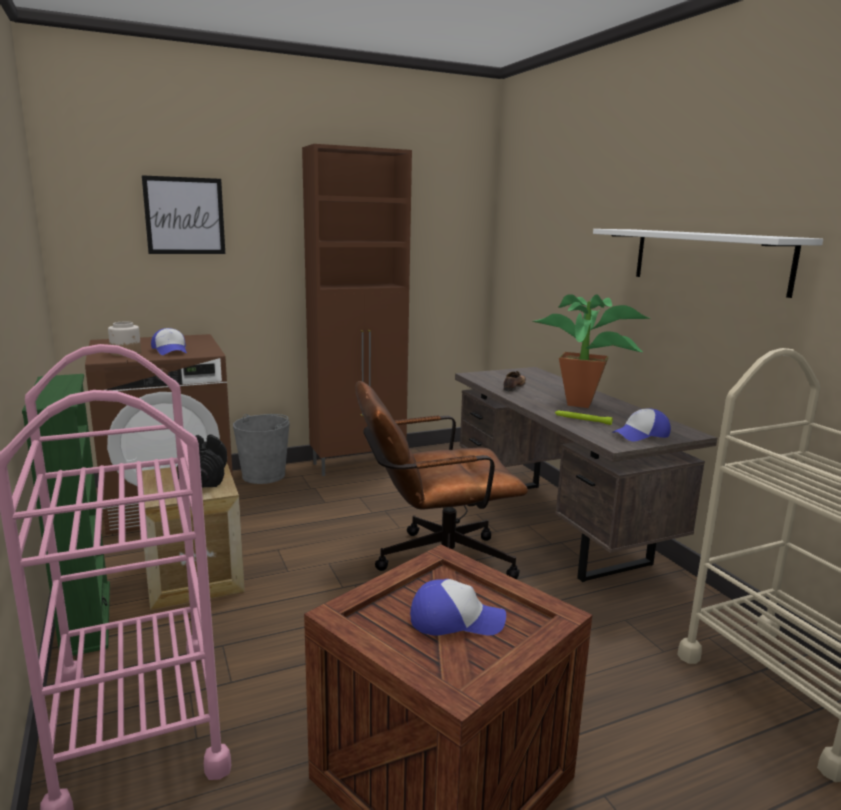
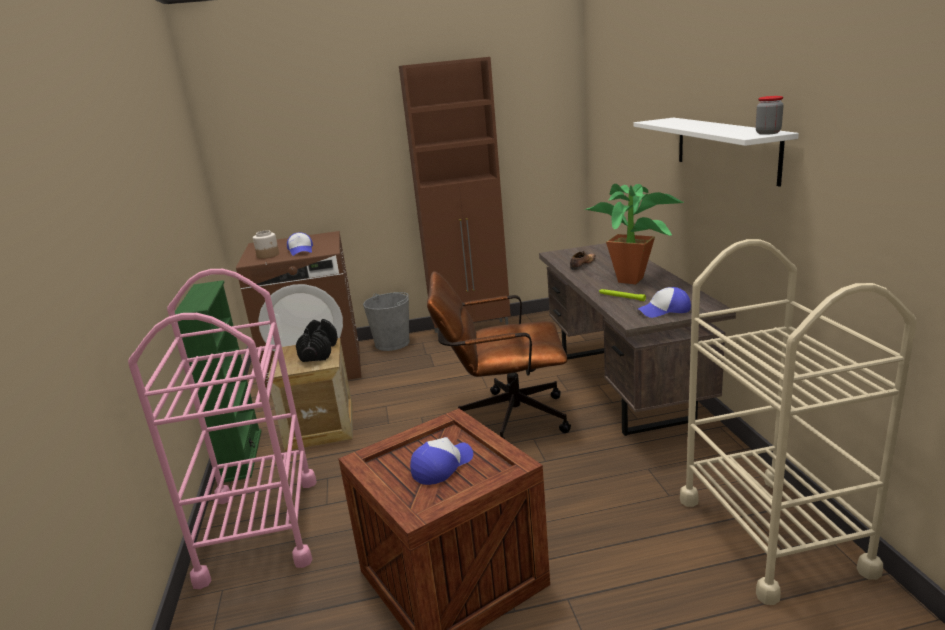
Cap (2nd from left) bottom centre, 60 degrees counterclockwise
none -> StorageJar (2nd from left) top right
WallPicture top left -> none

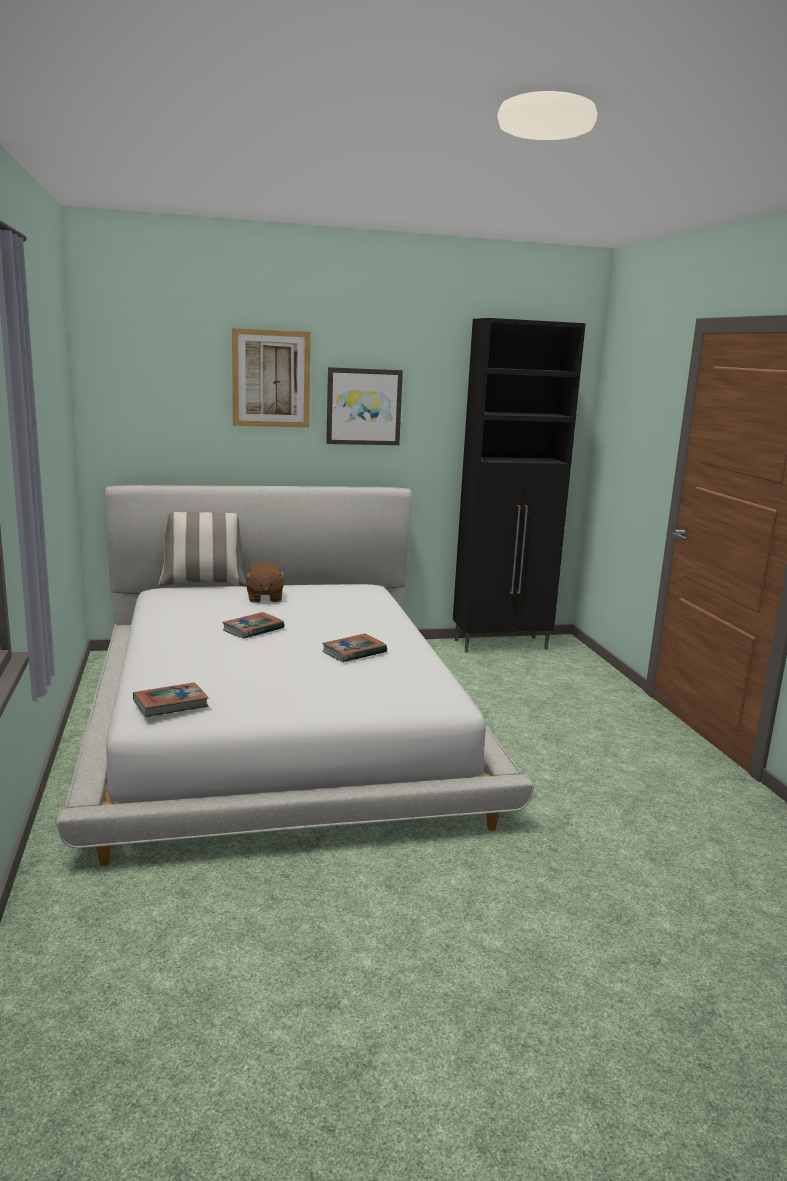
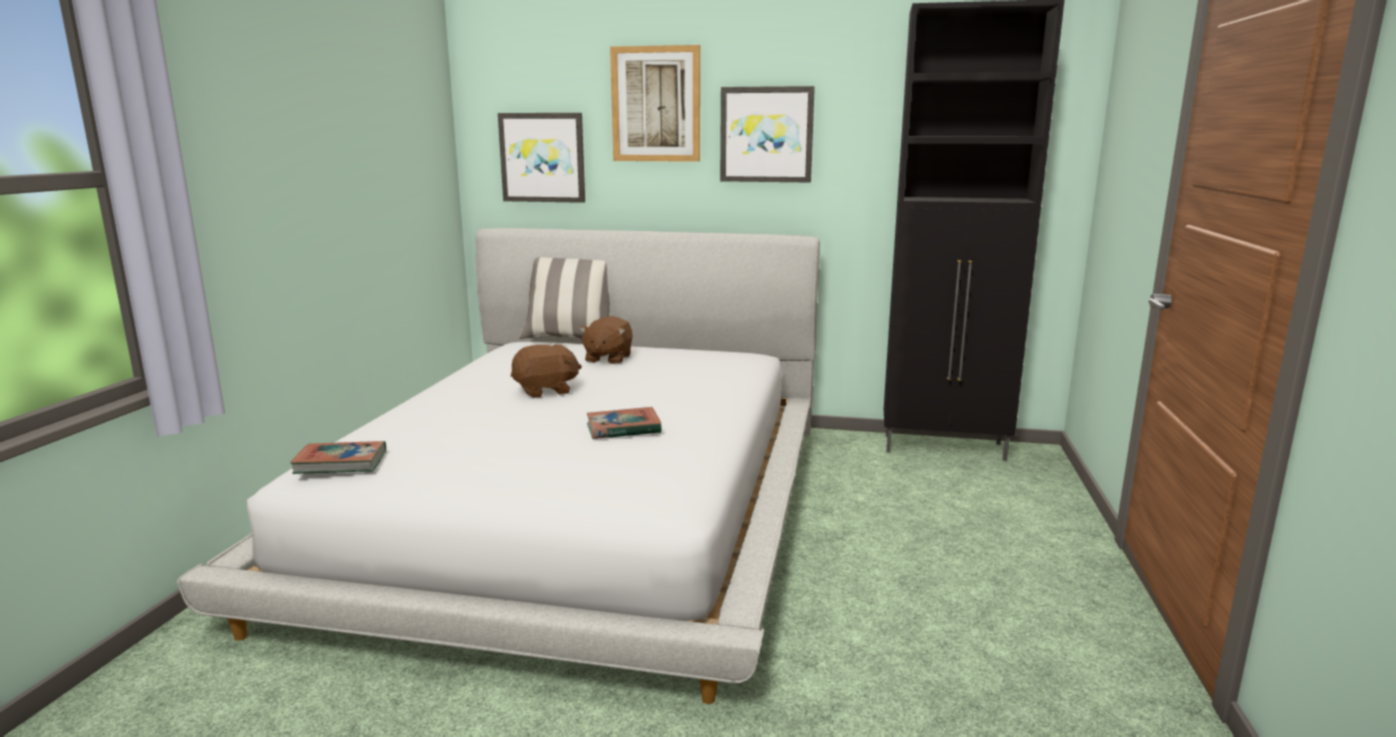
none -> WallPicture (1st from left) top centre
Book (2nd from left) middle left -> BrownishCuddlyToy (1st from left) centre

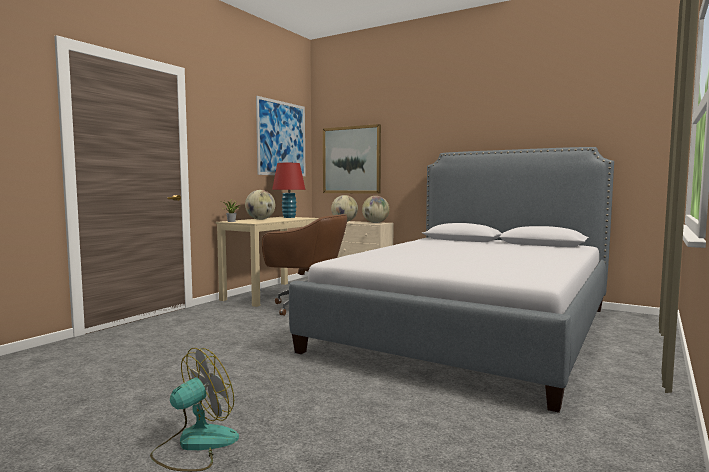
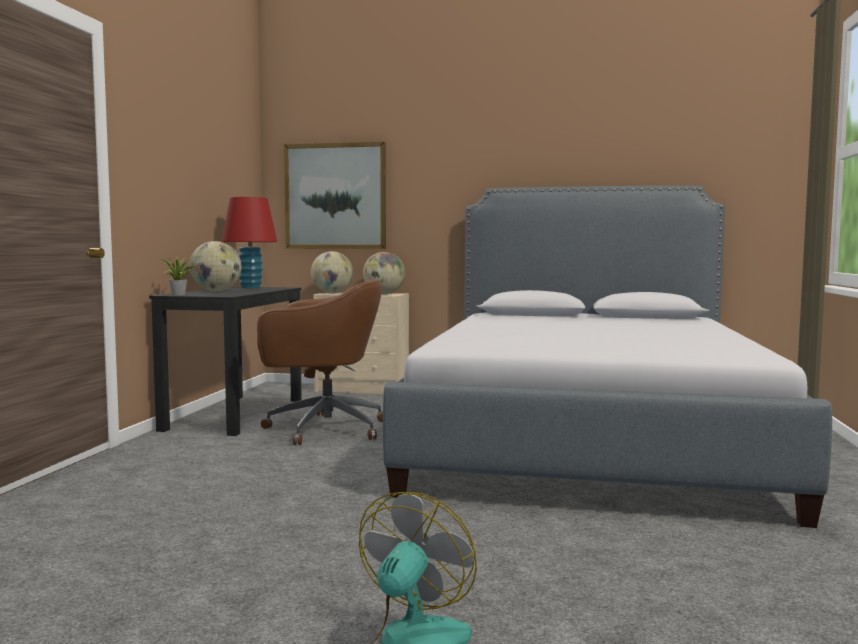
BeigeColouredDesk centre -> BlackColouredDesk middle left
WallPicture (1st from left) top centre -> none

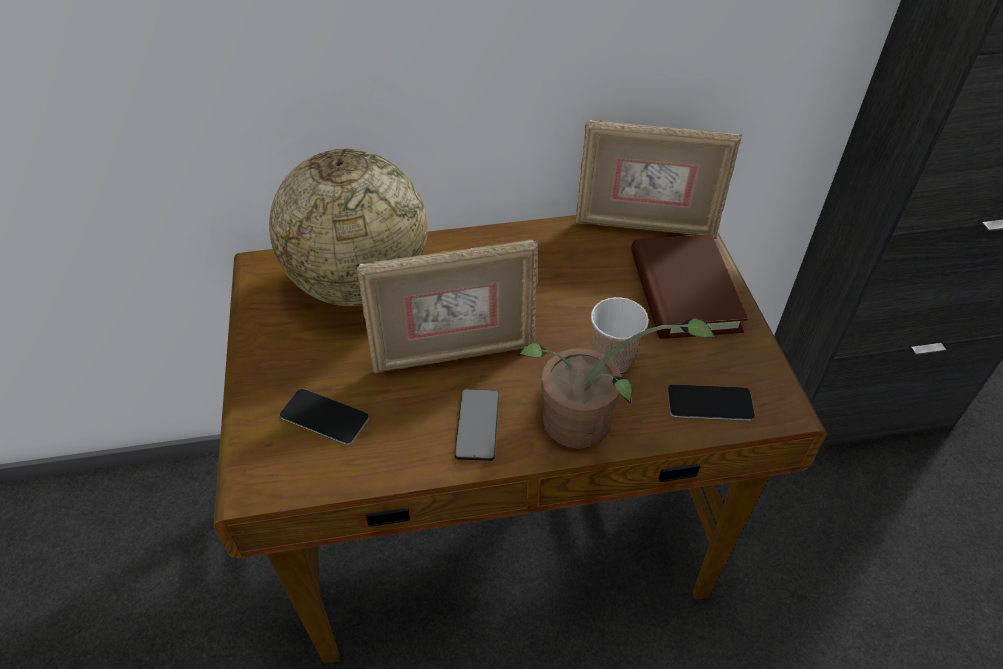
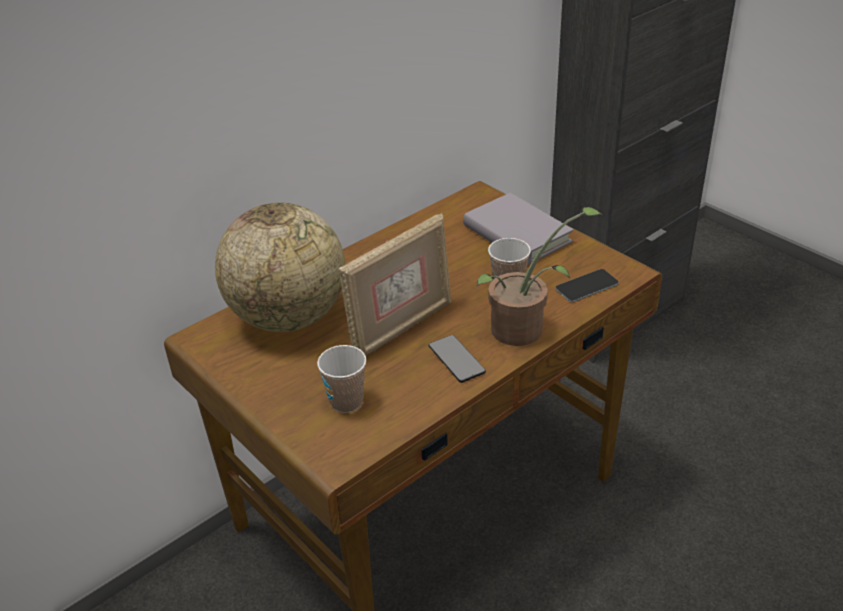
Telephone (1st from left) middle left -> SmallCup (1st from left) centre
BrownishBook middle right -> GreyishBook centre
PictureFrame (2nd from left) top centre -> none

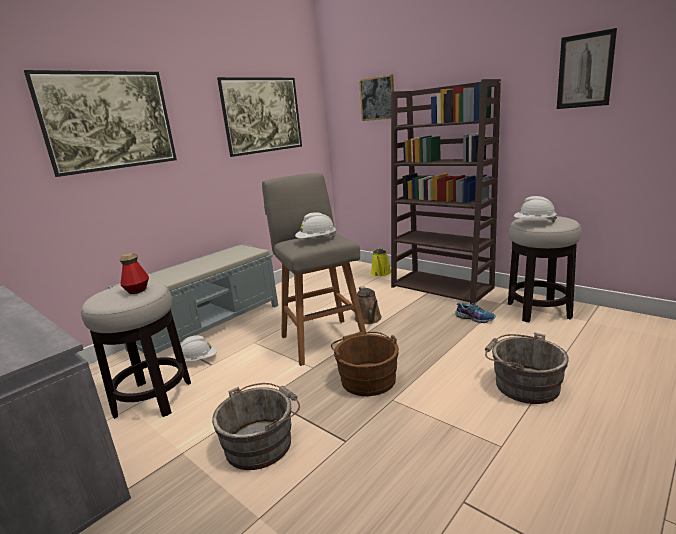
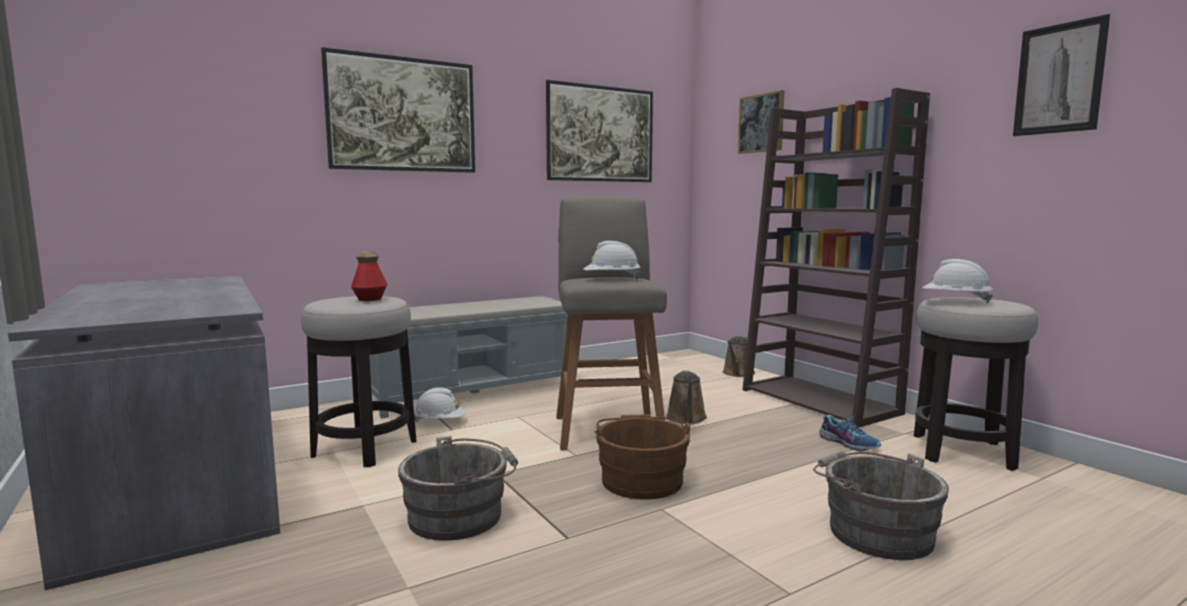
YellowColouredWateringPot centre -> BrownishWateringPot (2nd from left) centre

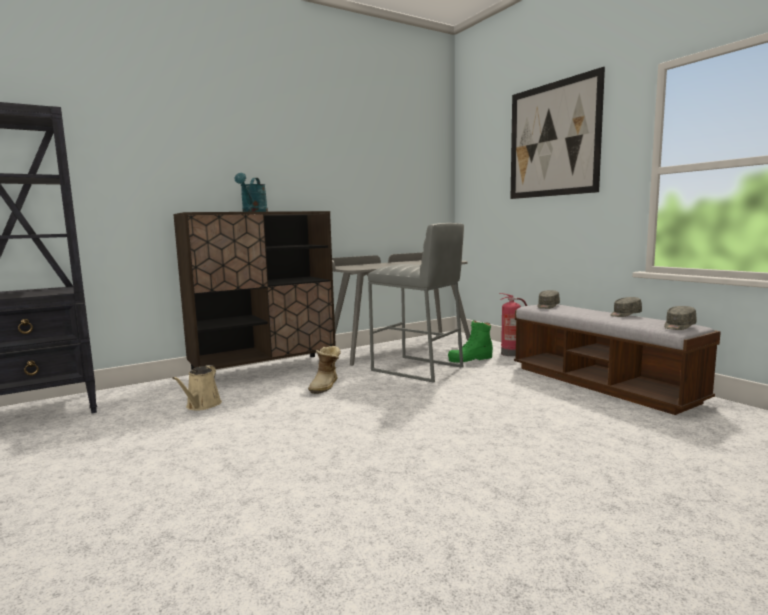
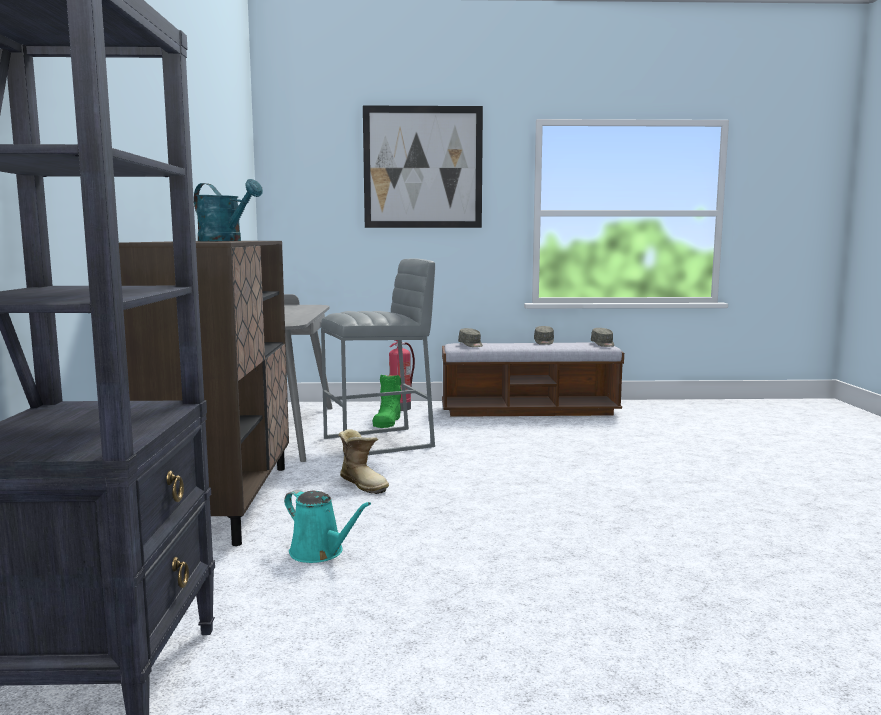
BeigeColouredWateringPot middle left -> BlueGreenWateringPot (2nd from left) bottom centre

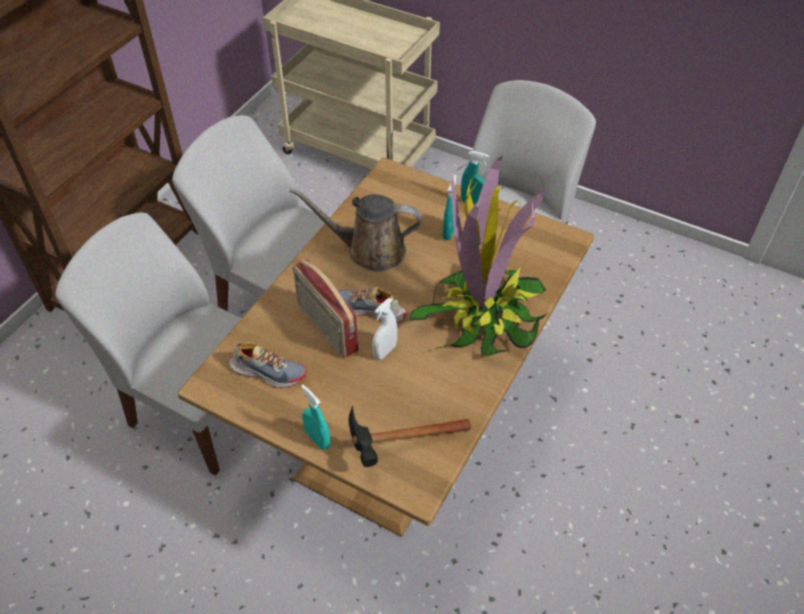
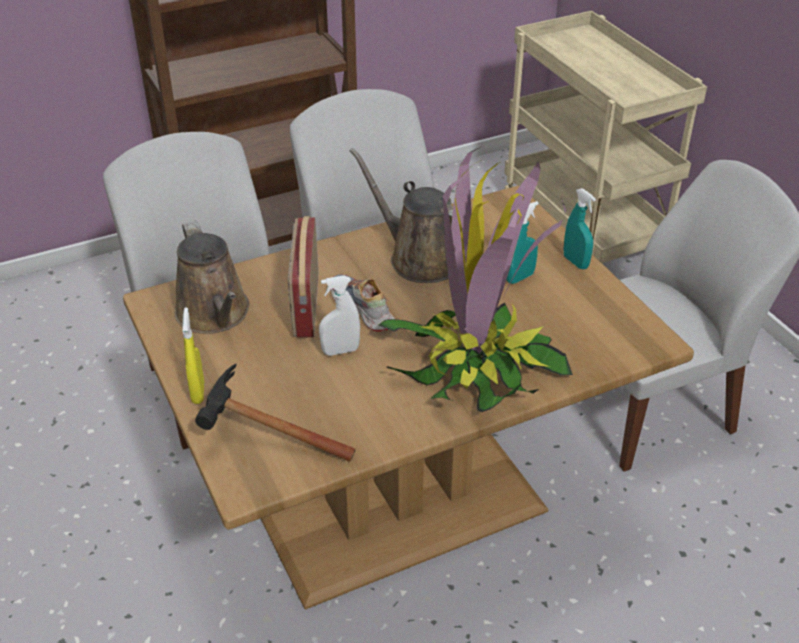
ItemOfFootwear (1st from left) centre -> BrownishWateringPot (1st from left) middle left
BlueGreenHandSprayer (1st from left) bottom centre -> YellowColouredHandSprayer middle left

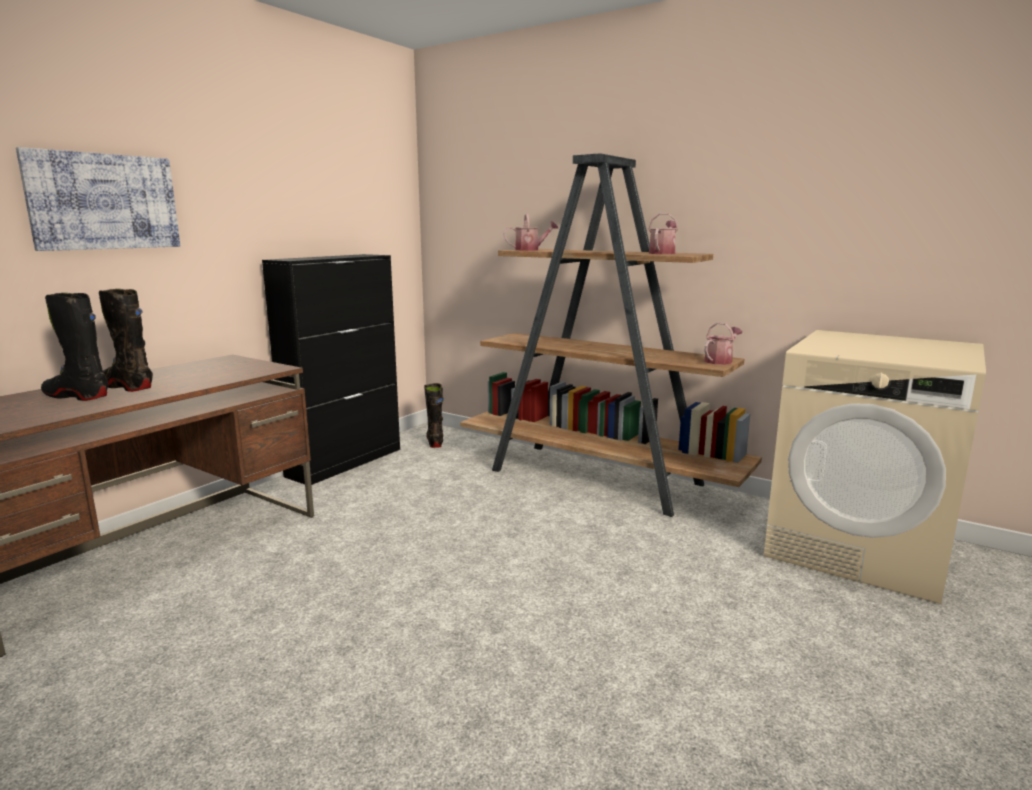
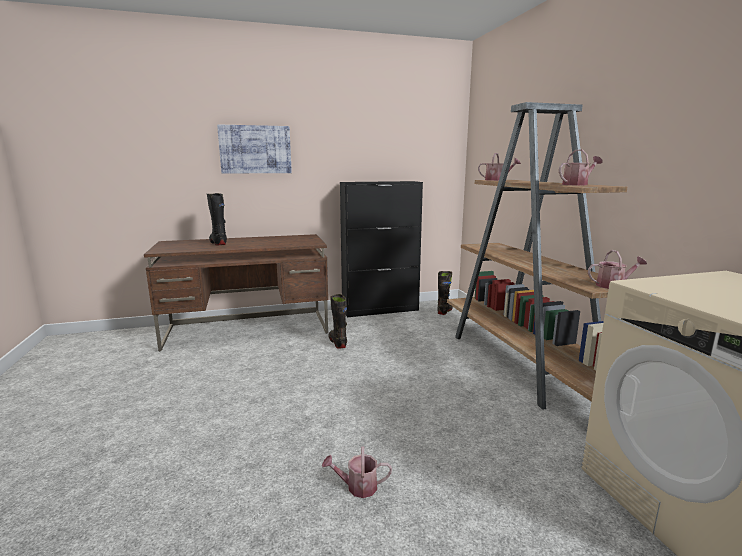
none -> WateringPot (1st from left) bottom centre
BlackColouredBoot (2nd from left) middle left -> BlackColouredBoot (2nd from left) centre, move

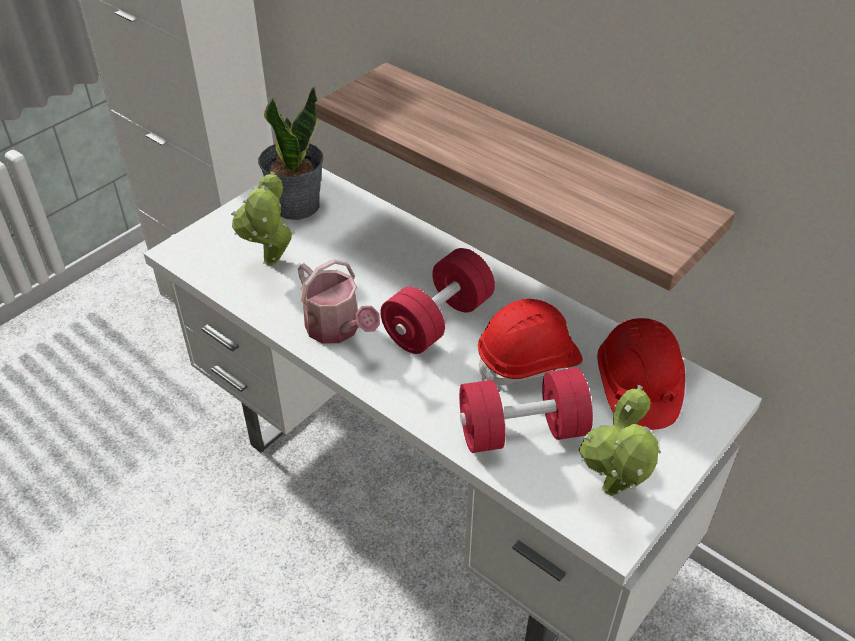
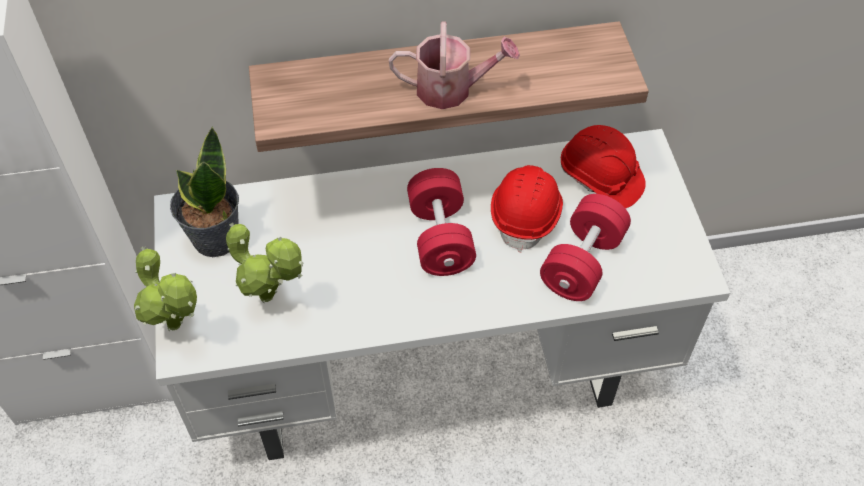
PlantInAPot (3rd from left in the first image) bottom right -> PlantInAPot (1st from left) middle left, move
WateringPot centre -> WateringPot top centre, move

